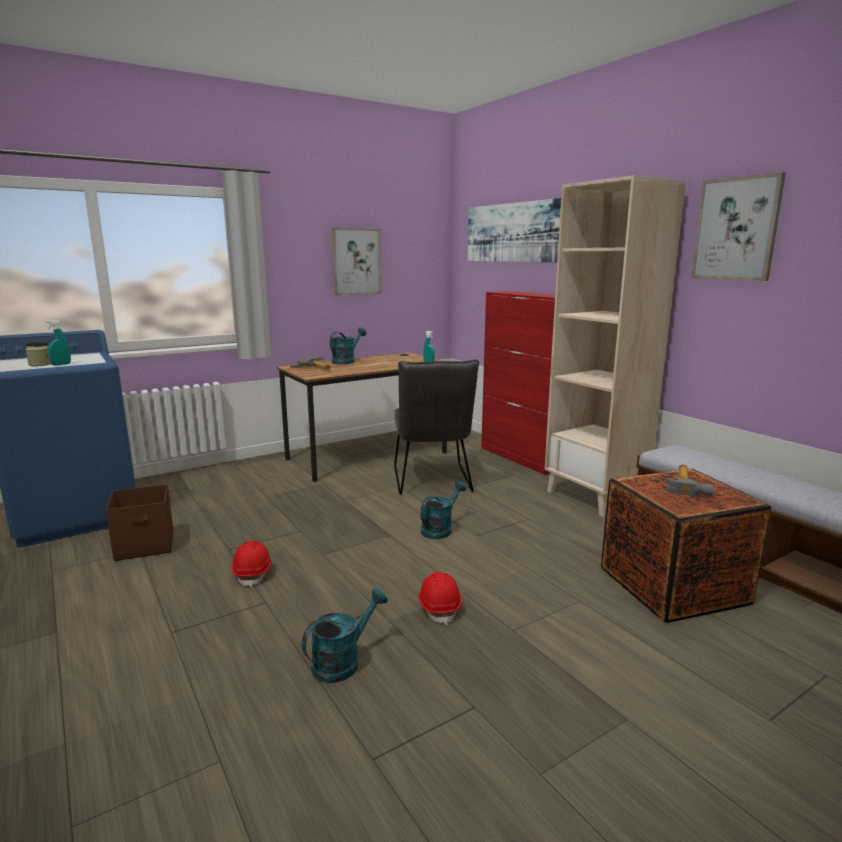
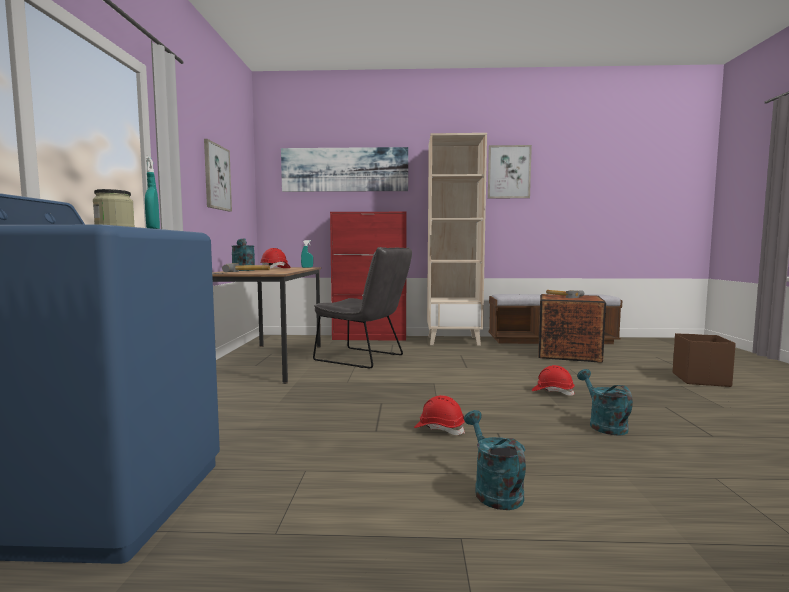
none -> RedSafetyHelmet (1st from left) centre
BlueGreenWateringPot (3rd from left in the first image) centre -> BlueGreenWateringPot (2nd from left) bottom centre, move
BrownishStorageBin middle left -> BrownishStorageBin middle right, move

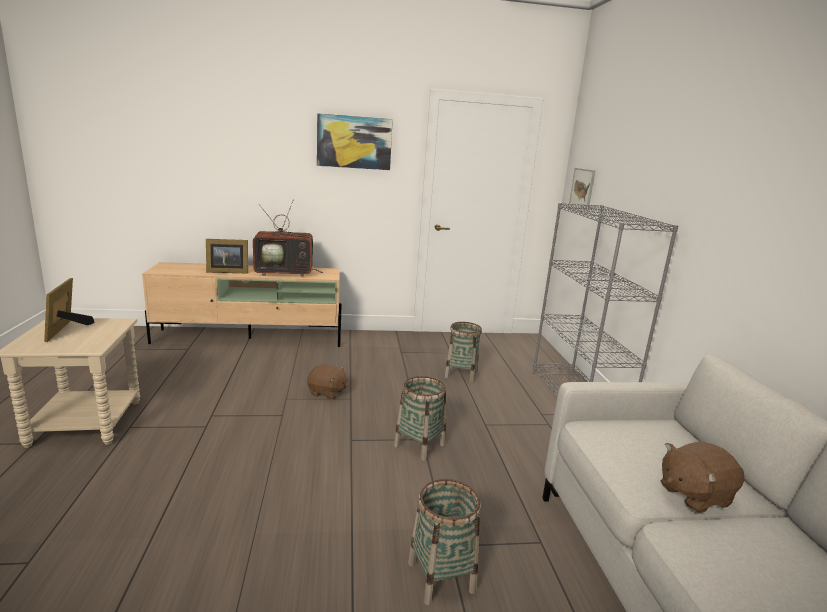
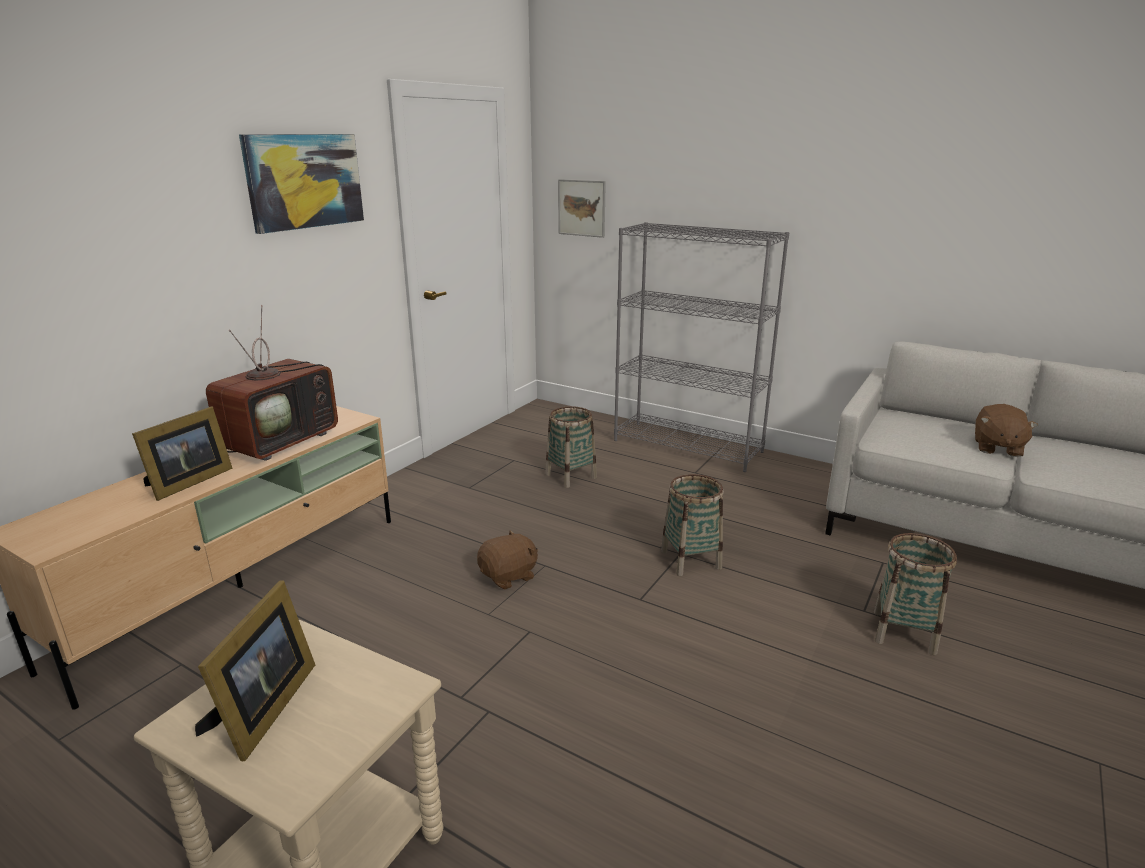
PictureFrame (1st from left in the first image) middle left -> PictureFrame (2nd from left) bottom left, 105 degrees counterclockwise

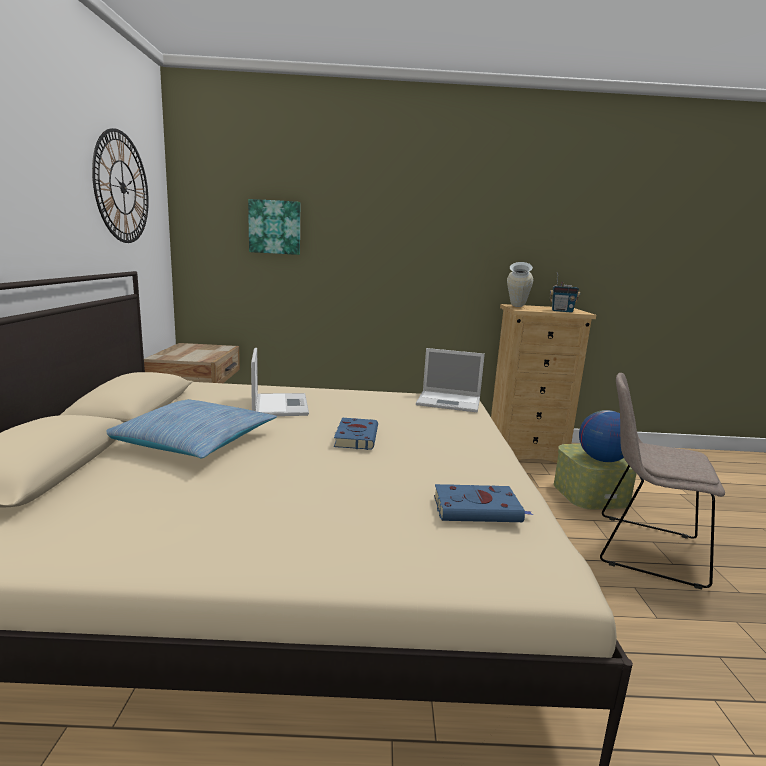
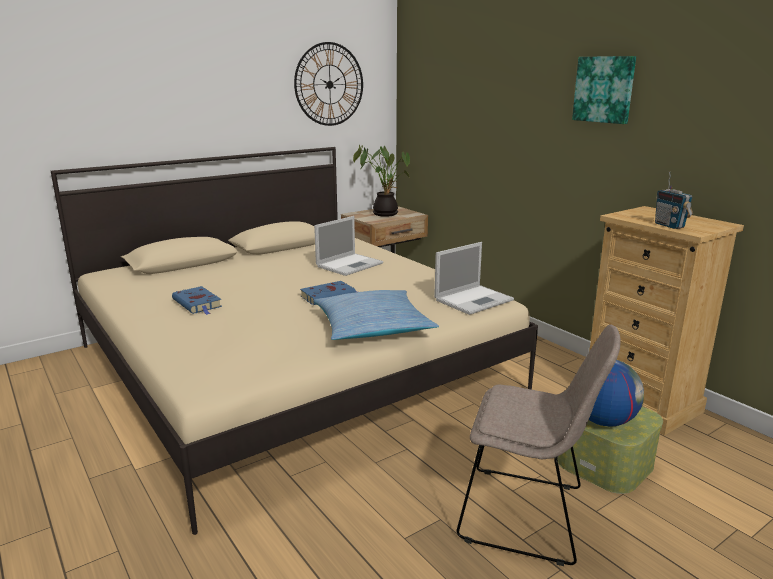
BluishBook (2nd from left in the first image) centre -> BluishBook (1st from left) middle left, move
Cushion middle left -> Cushion centre, move
none -> PlantInAPot top centre
NotebookComputer (2nd from left) centre, 105 degrees counterclockwise
BeigeColouredChair middle right -> BeigeColouredChair bottom right, 120 degrees clockwise
WallPicture top centre -> WallPicture top right, move
DecorativeVase middle right -> none

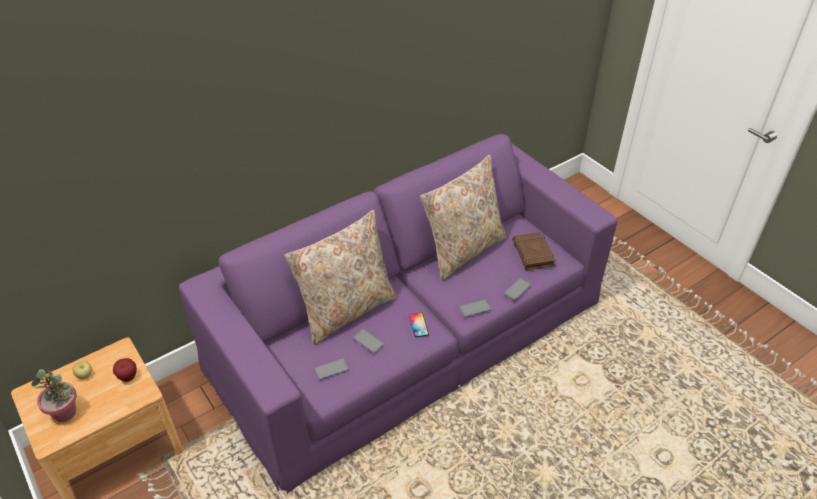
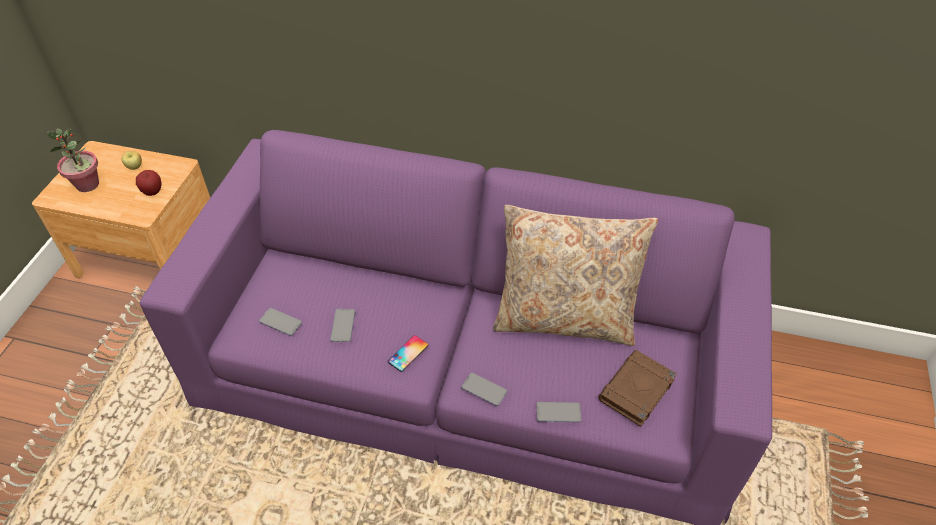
BeigeColouredCushion (1st from left) centre -> none

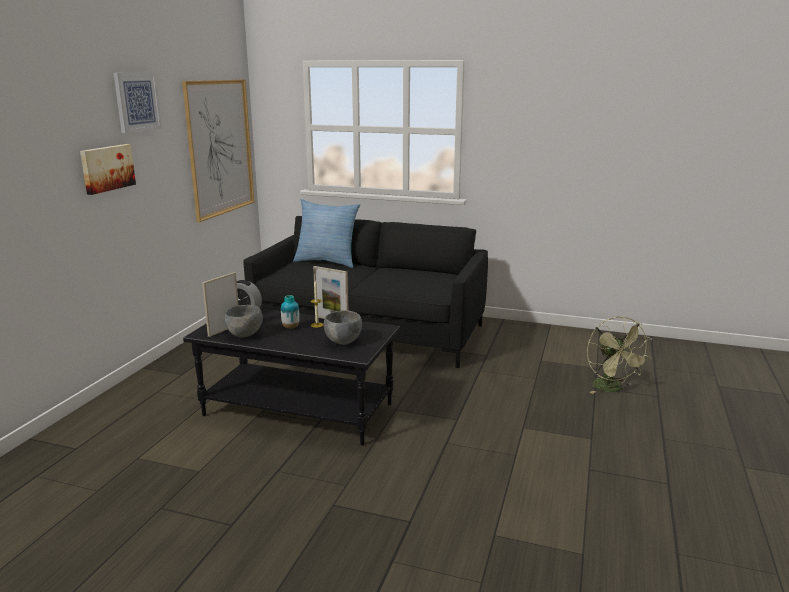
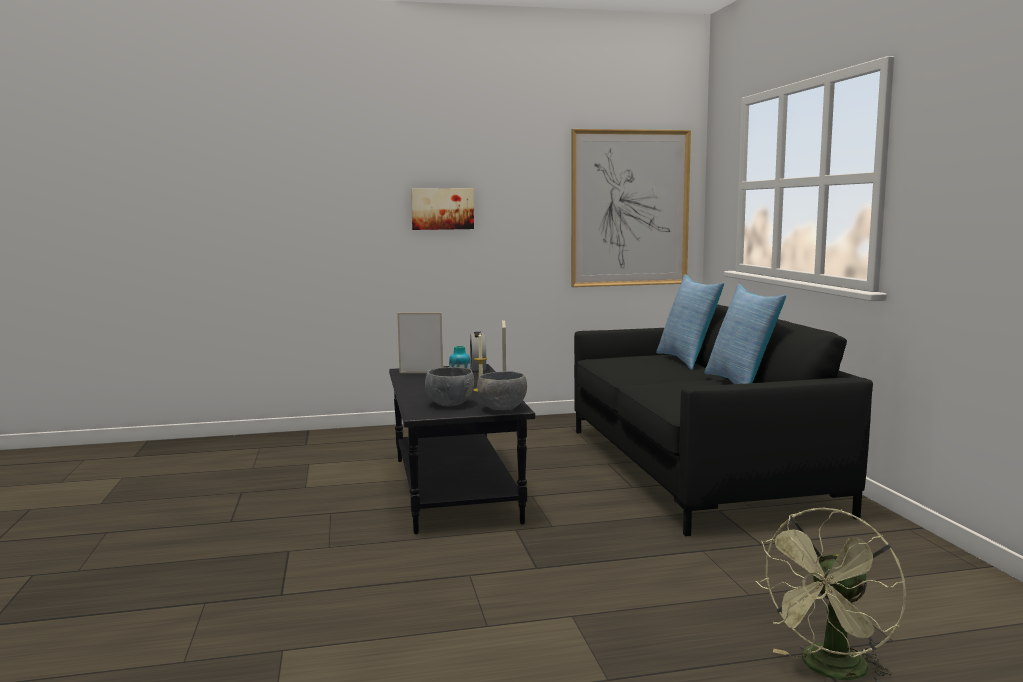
GreyishBowl (1st from left in the first image) middle left -> GreyishBowl (2nd from left) centre, move
none -> Cushion (2nd from left) middle right
WallPicture (2nd from left) top left -> none

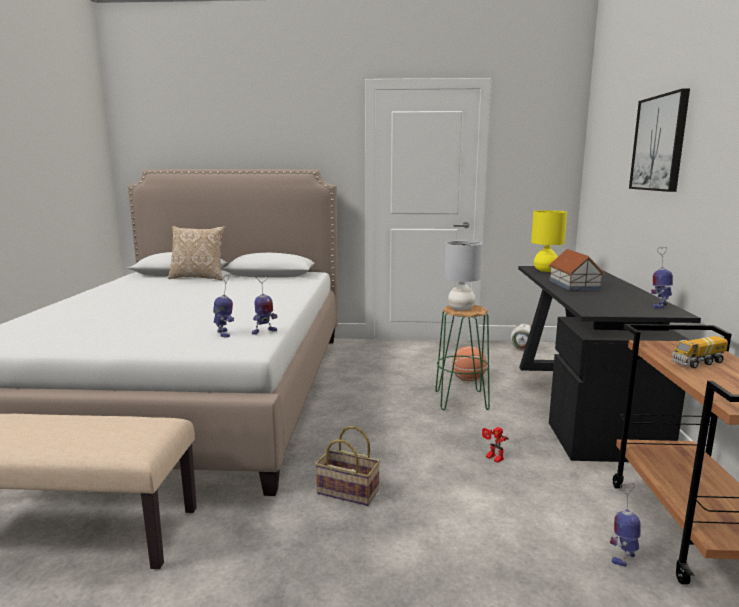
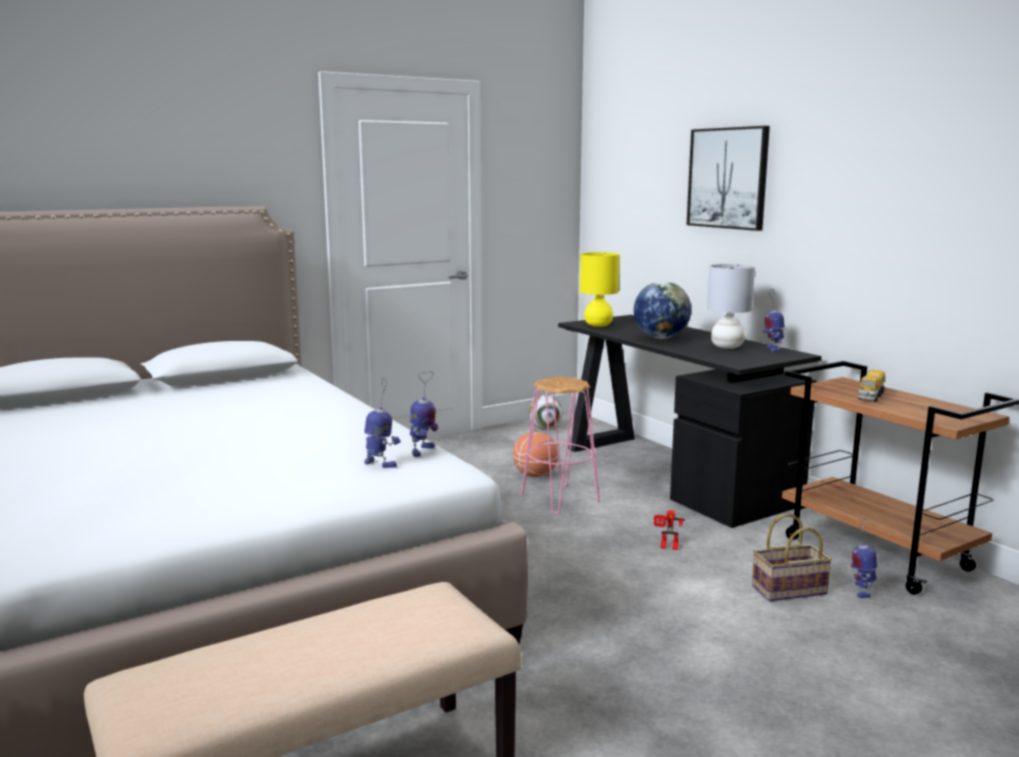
GreenishStool centre -> PinkStool centre
MiniatureHouse middle right -> Globe centre
GreyishLampForATable centre -> GreyishLampForATable middle right, move
HouseholdBasket bottom centre -> HouseholdBasket bottom right, move
Cushion middle left -> none

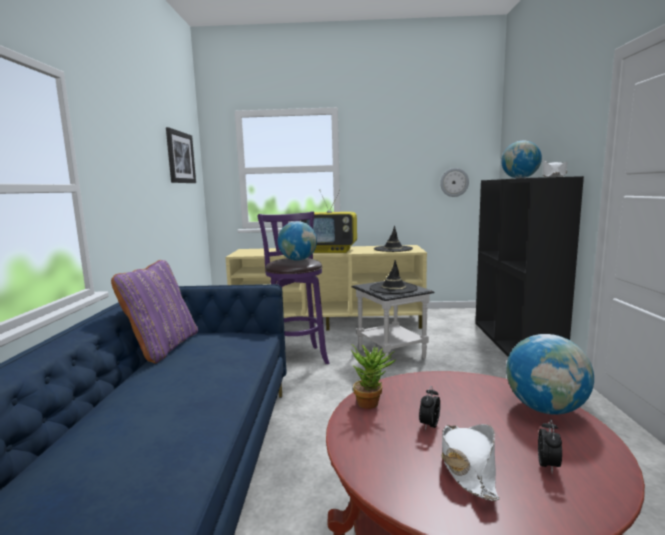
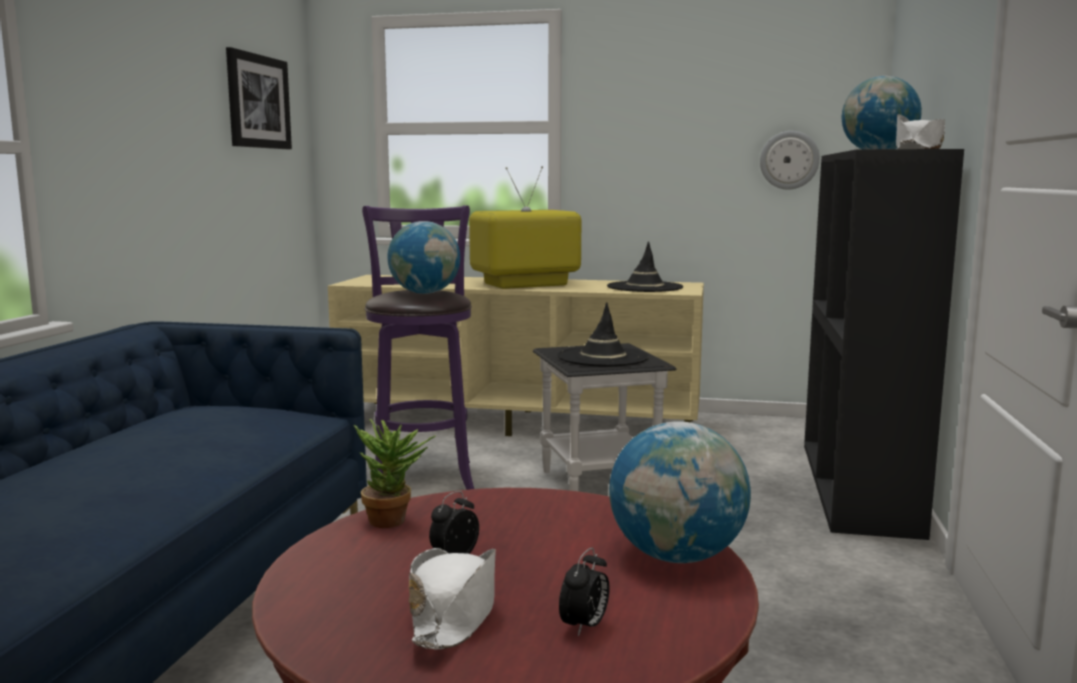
Tv centre -> Tv top centre, 135 degrees clockwise
PurpleCushion middle left -> none

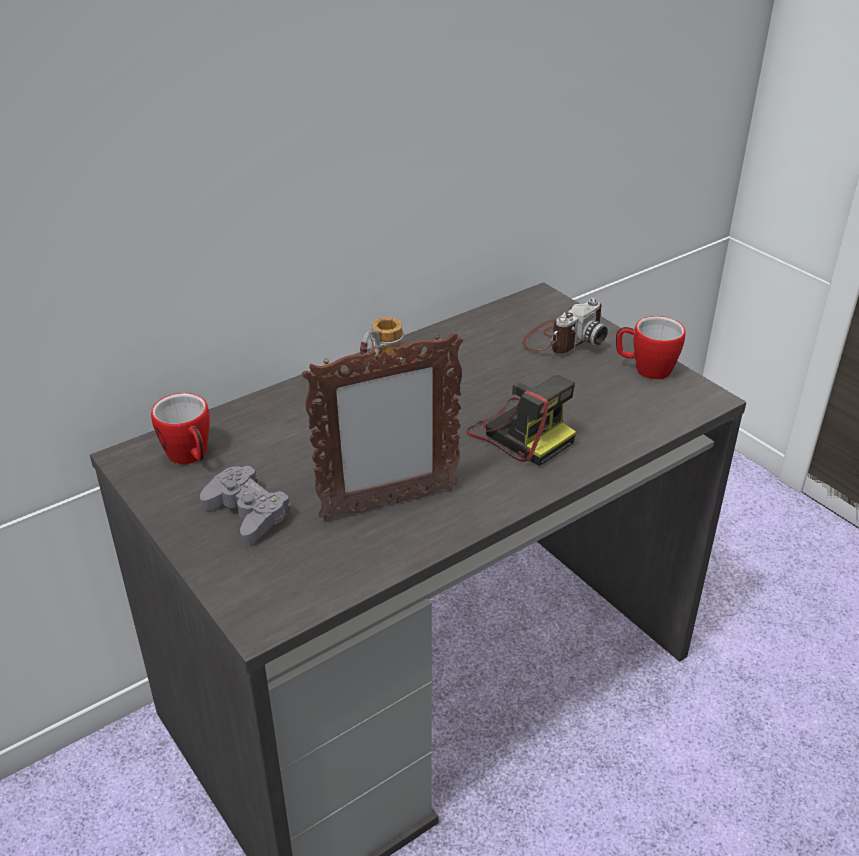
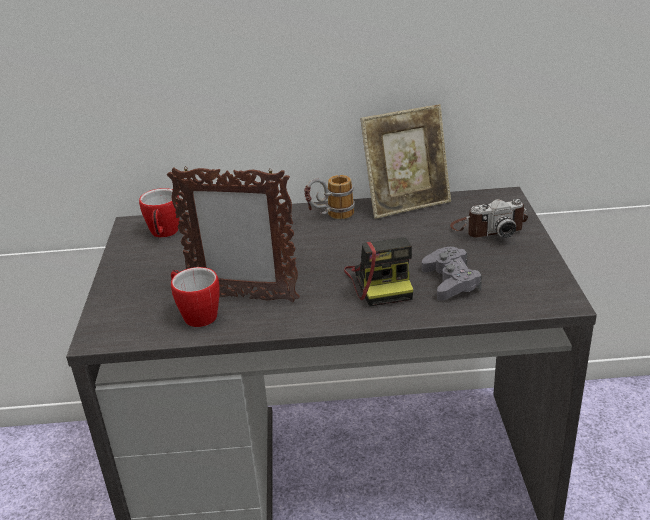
CoffeeMug (3rd from left in the first image) middle right -> CoffeeMug (2nd from left) middle left, move
none -> PictureFrame (2nd from left) top centre
GreyishGamepad middle left -> GreyishGamepad middle right, move

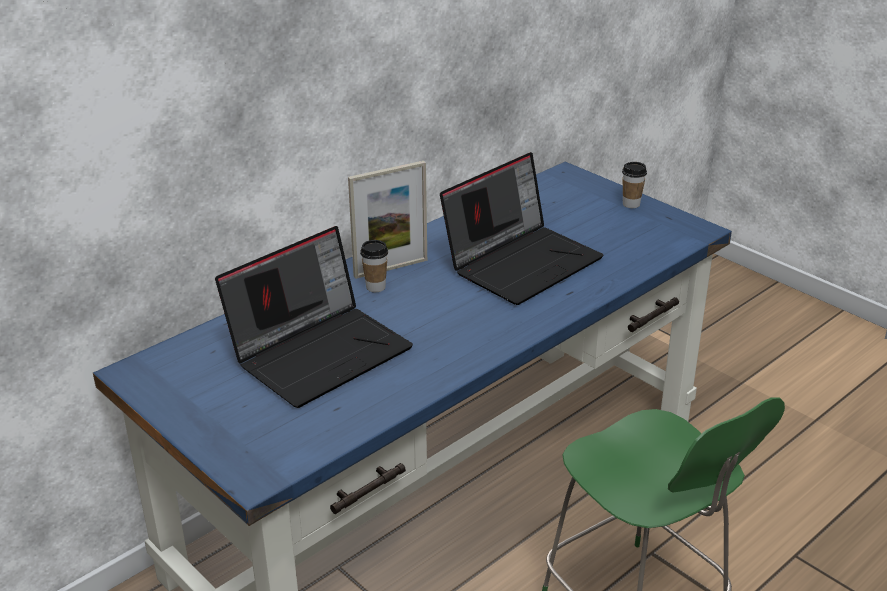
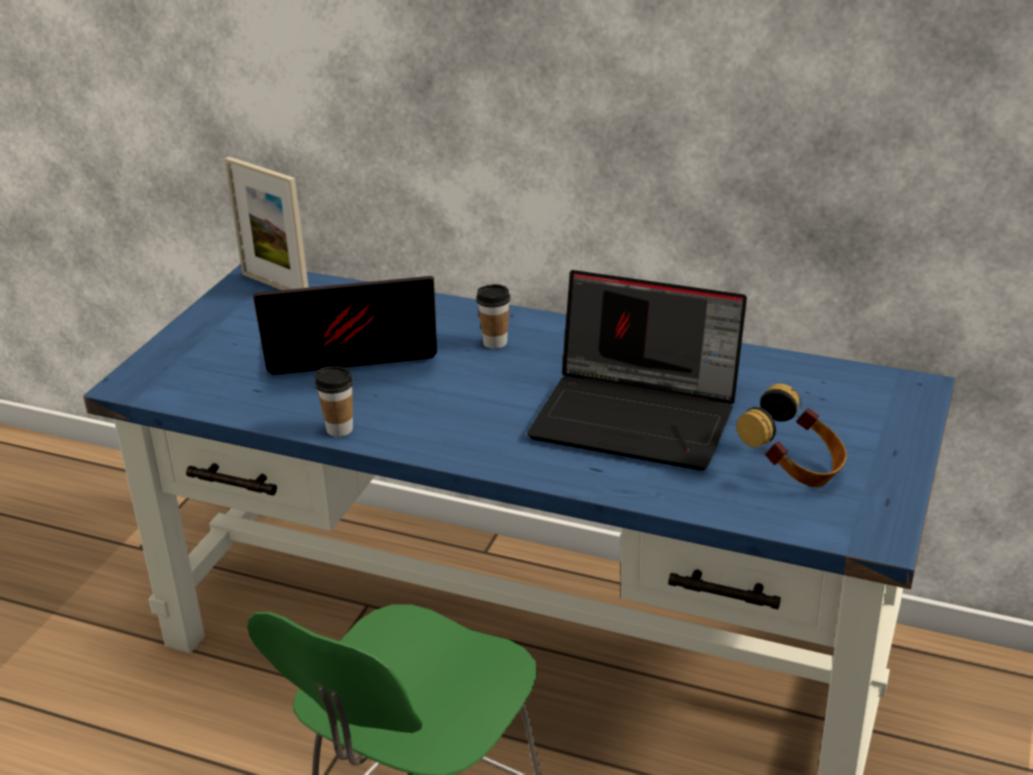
PictureFrame centre -> PictureFrame top left, move
NotebookComputer (1st from left) centre, 150 degrees clockwise
SmallCup (2nd from left in the first image) top right -> SmallCup (1st from left) middle left, move
none -> PairOfHeadphones middle right

